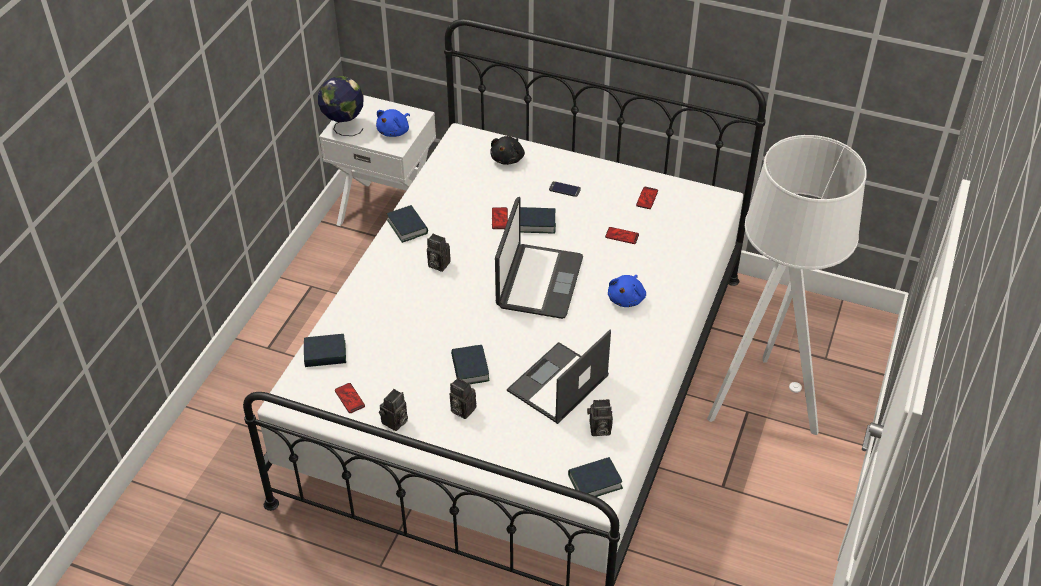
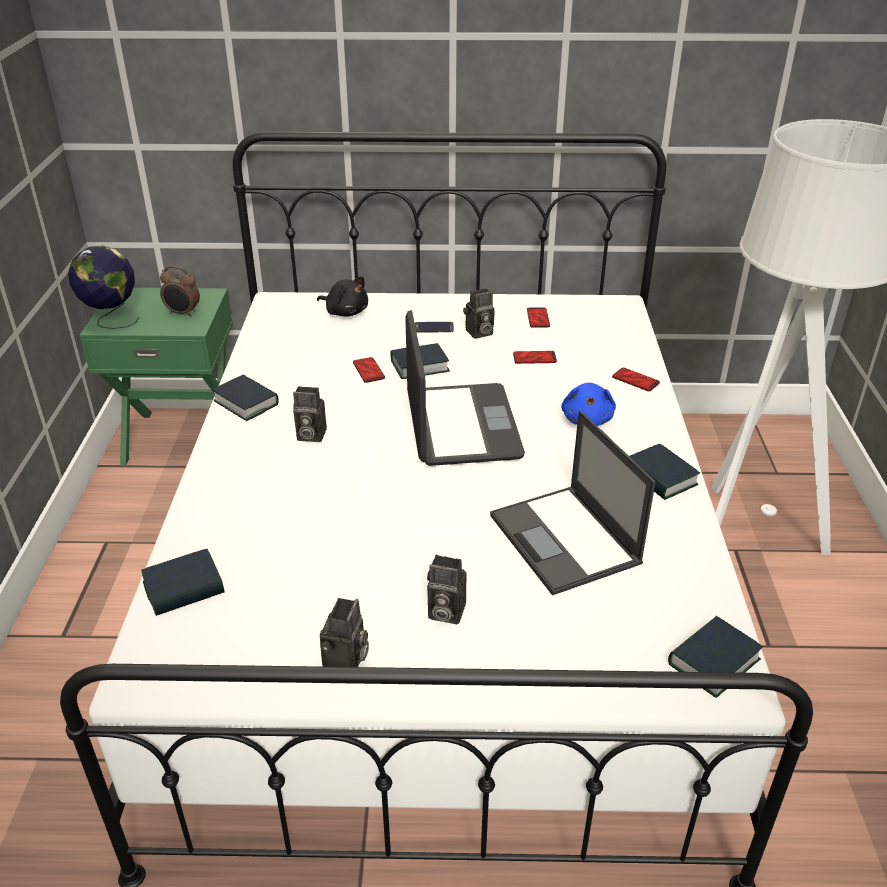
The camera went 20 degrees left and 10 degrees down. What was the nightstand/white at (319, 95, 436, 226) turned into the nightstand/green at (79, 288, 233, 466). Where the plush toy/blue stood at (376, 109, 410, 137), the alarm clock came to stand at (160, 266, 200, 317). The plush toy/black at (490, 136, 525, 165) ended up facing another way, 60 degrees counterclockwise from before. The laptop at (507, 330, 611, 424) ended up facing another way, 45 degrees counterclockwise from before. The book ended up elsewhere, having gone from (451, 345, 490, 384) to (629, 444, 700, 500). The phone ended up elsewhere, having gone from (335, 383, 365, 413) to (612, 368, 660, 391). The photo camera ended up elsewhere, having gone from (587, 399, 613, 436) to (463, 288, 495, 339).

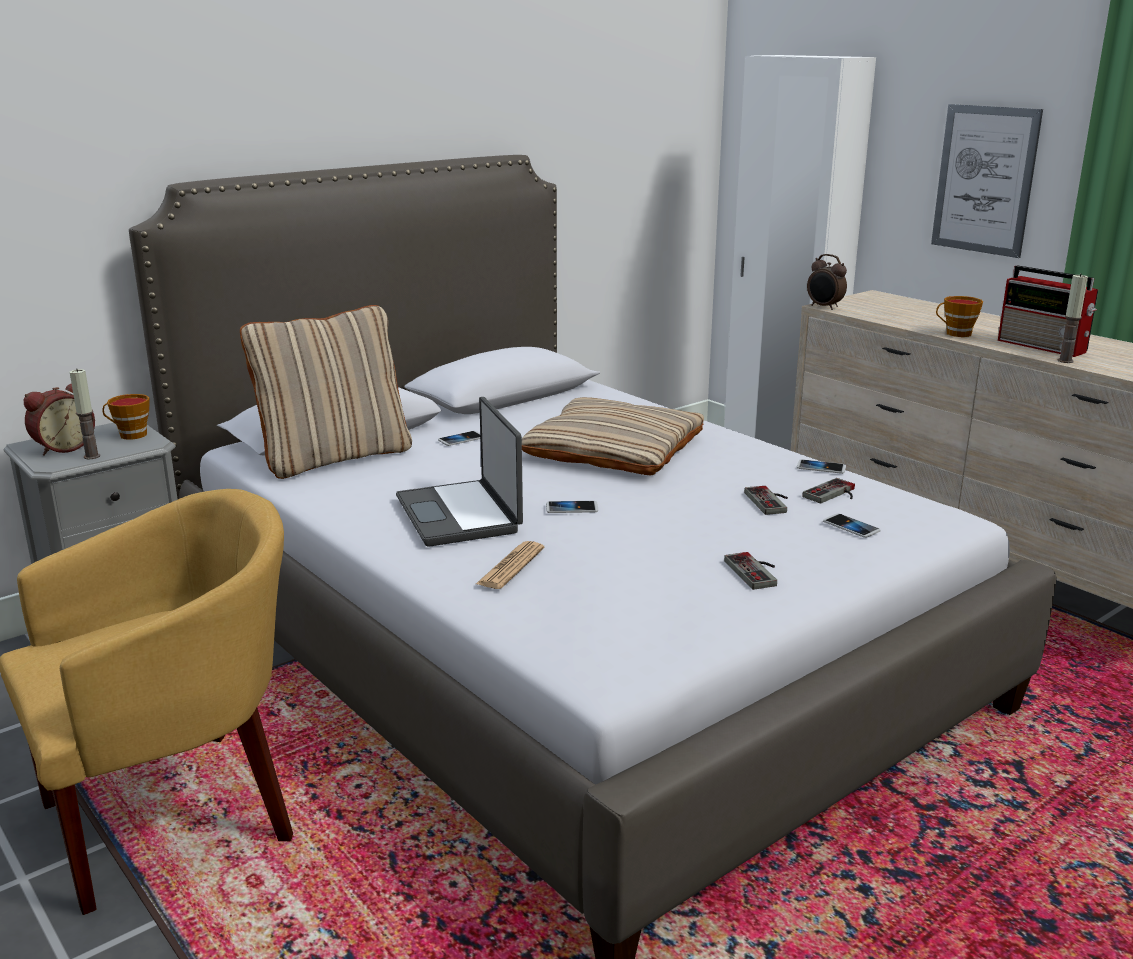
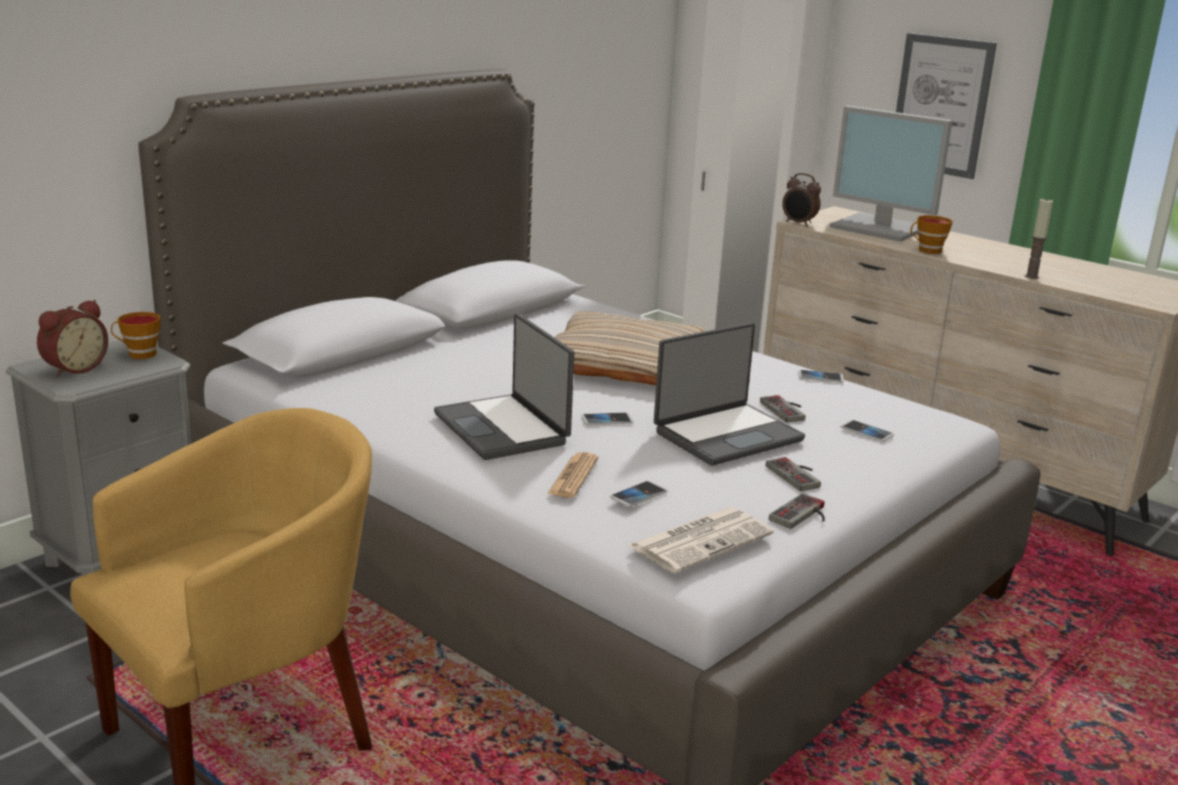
The camera went 10 degrees left and 0 degrees up. The second view lost the radio at (998, 265, 1098, 357). The second view lost the pillow/beige at (240, 305, 412, 479). The second view lost the candle at (70, 369, 100, 460). The phone ended up elsewhere, having gone from (438, 431, 480, 446) to (610, 481, 667, 507). The game controller ended up elsewhere, having gone from (802, 478, 855, 503) to (769, 493, 825, 529). The second view gained the monitor at (830, 105, 953, 242). The second view gained the laptop at (654, 323, 805, 465). The second view gained the newspaper at (629, 507, 774, 574).

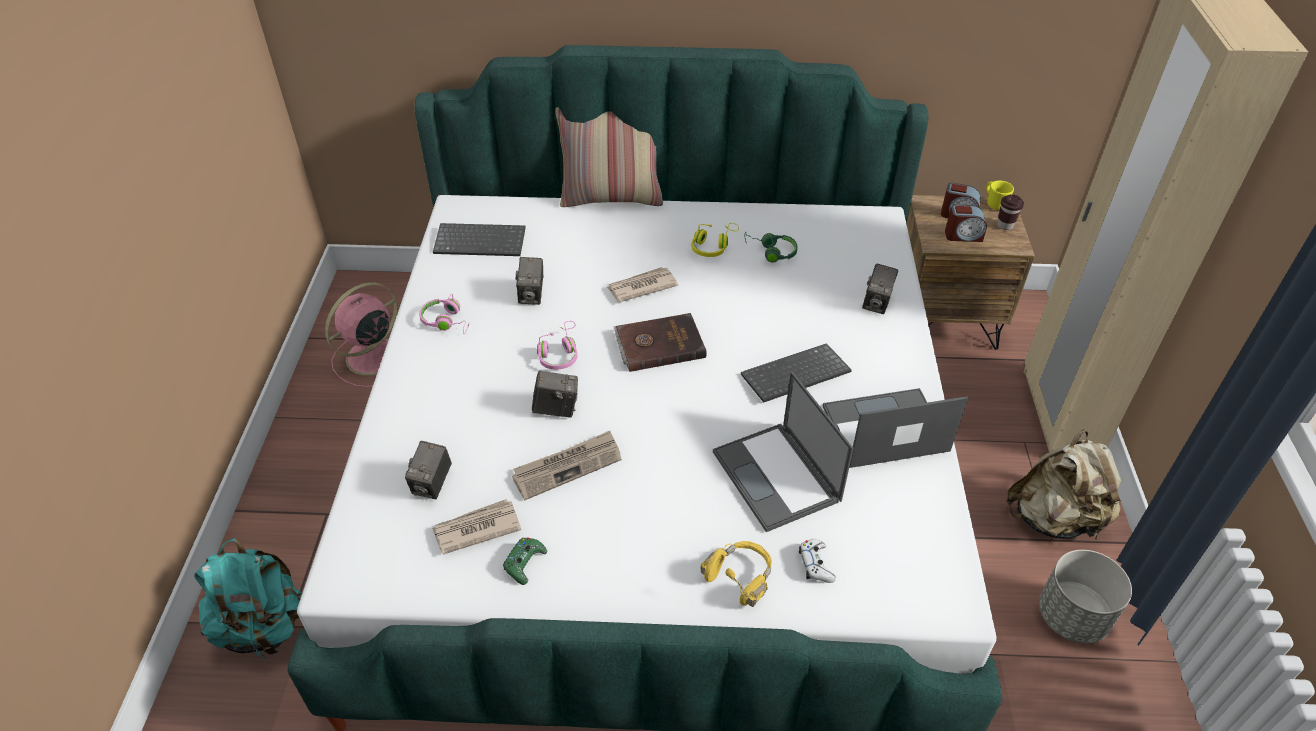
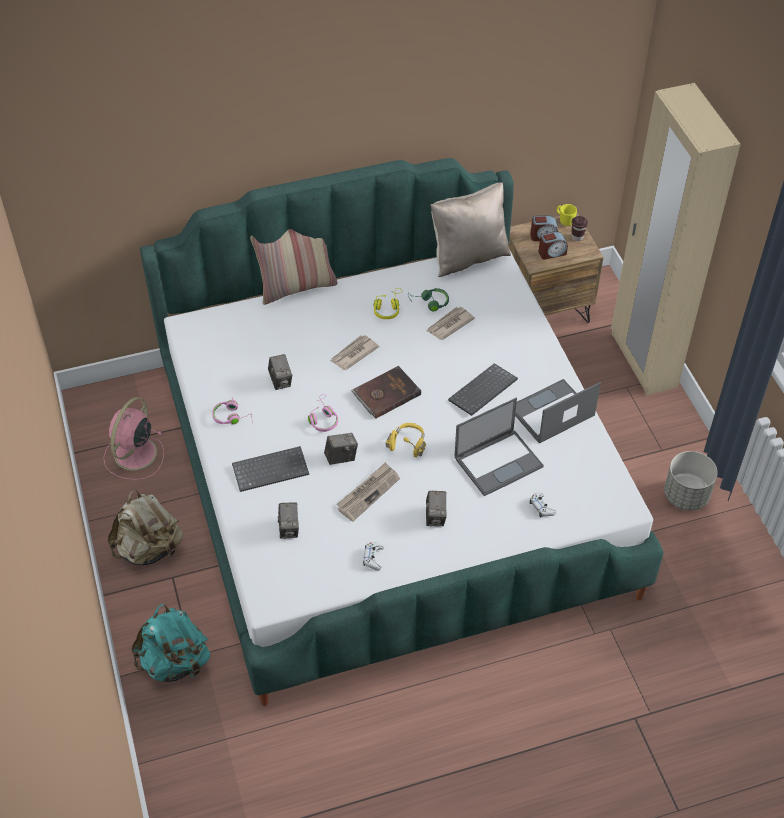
The camera went 20 degrees left and 5 degrees up. The keyboard ended up elsewhere, having gone from (433, 223, 526, 256) to (232, 446, 309, 492). The photo camera ended up elsewhere, having gone from (862, 263, 898, 314) to (426, 491, 447, 526). The laptop at (713, 372, 854, 532) ended up facing another way, 75 degrees counterclockwise from before. The backpack/beige ended up elsewhere, having gone from (1006, 429, 1121, 541) to (108, 490, 183, 565). The newspaper ended up elsewhere, having gone from (432, 499, 521, 555) to (427, 307, 475, 340). What was the game controller/green at (503, 537, 547, 585) turned into the game controller/white at (363, 542, 384, 571). The headphones/yellow ended up elsewhere, having gone from (700, 541, 772, 607) to (386, 423, 426, 457). The second view gained the pillow/beige at (431, 182, 511, 277).

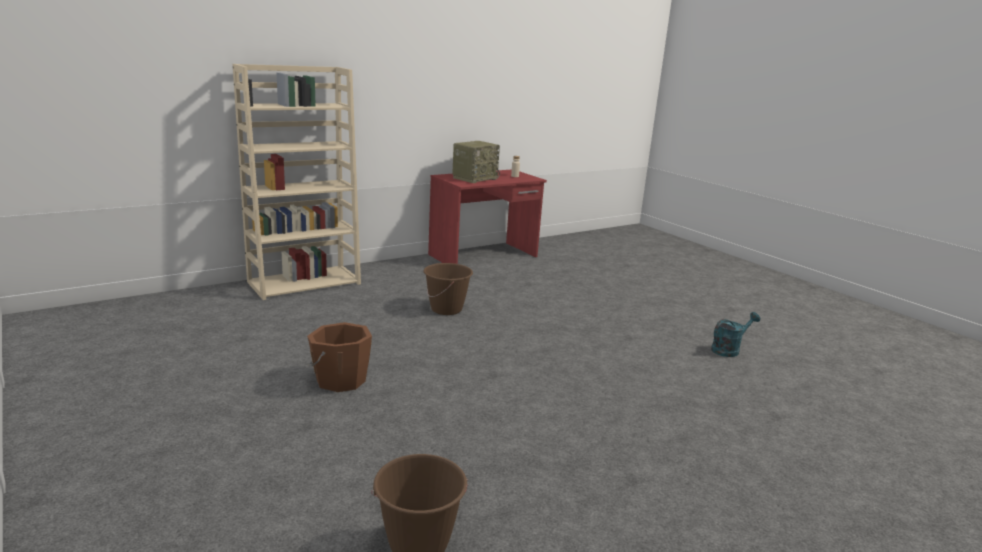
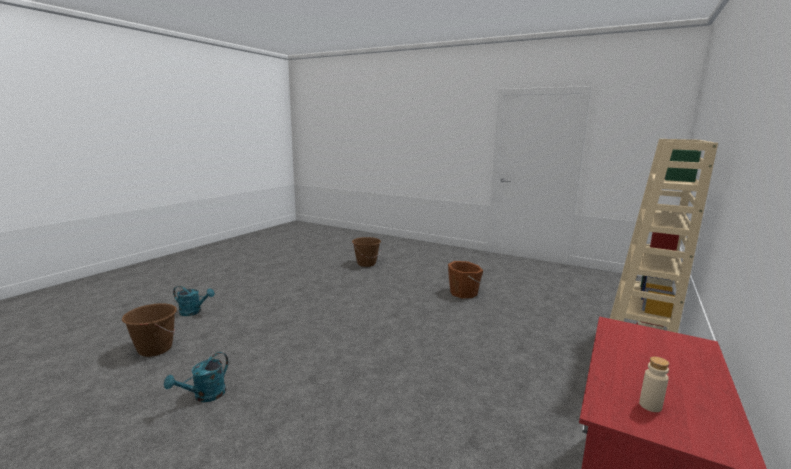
The camera went 155 degrees right and 5 degrees down. The second view lost the radio at (452, 141, 500, 183). The bucket/brown ended up elsewhere, having gone from (423, 263, 473, 315) to (122, 303, 177, 357). The second view gained the watering can/turquoise at (173, 286, 215, 316).

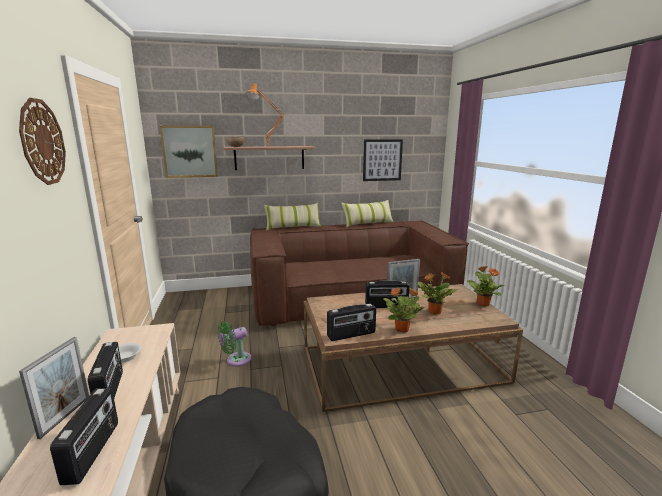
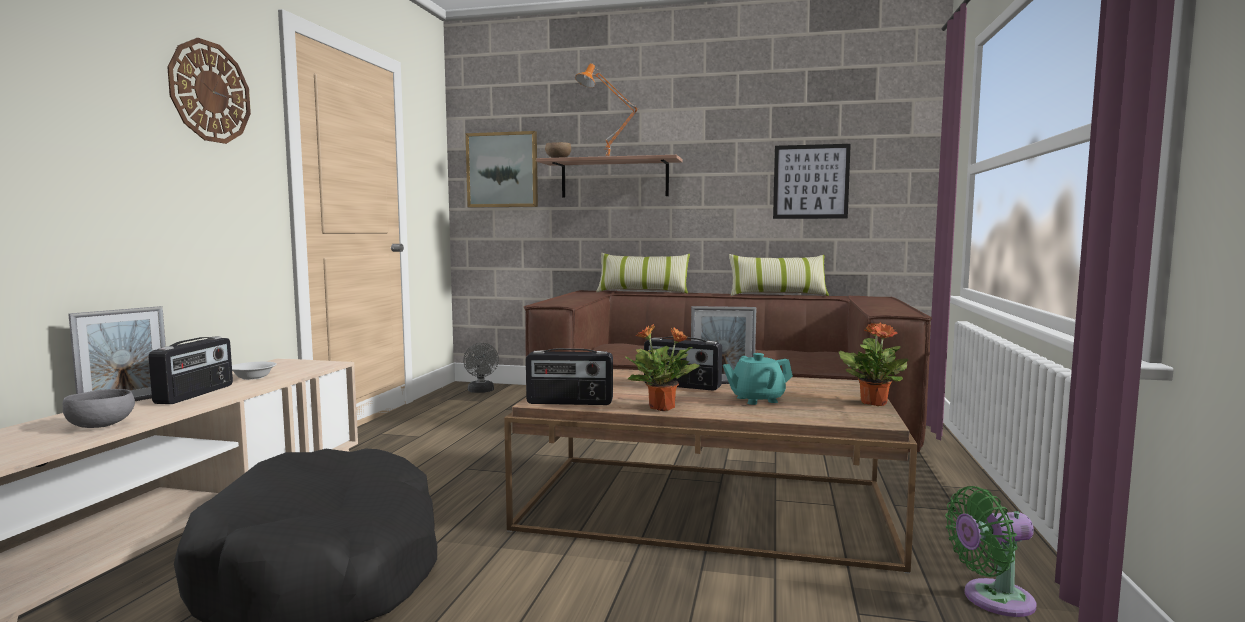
The camera went 25 degrees right and 10 degrees down. Where the potted plant stood at (418, 272, 457, 315), the teapot/turquoise came to stand at (723, 353, 793, 405). The fan/green ended up elsewhere, having gone from (218, 321, 252, 367) to (945, 486, 1036, 617). Where the radio stood at (50, 388, 118, 485), the bowl/grey came to stand at (62, 389, 135, 428). The second view gained the fan/grey at (463, 343, 499, 393).

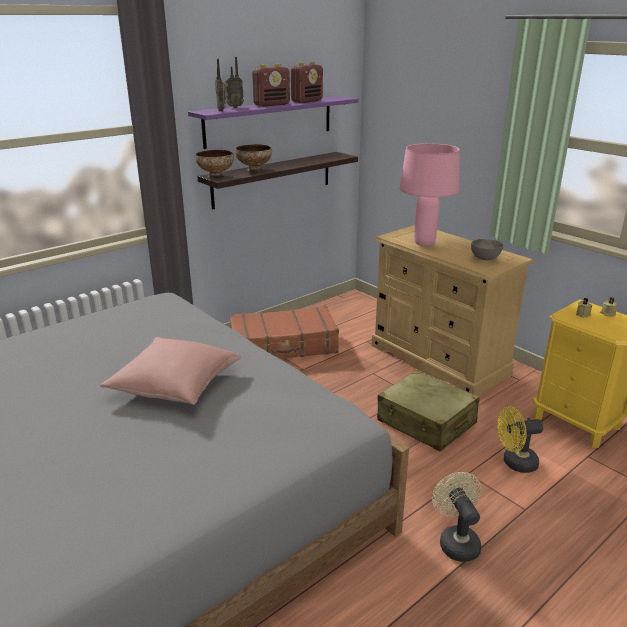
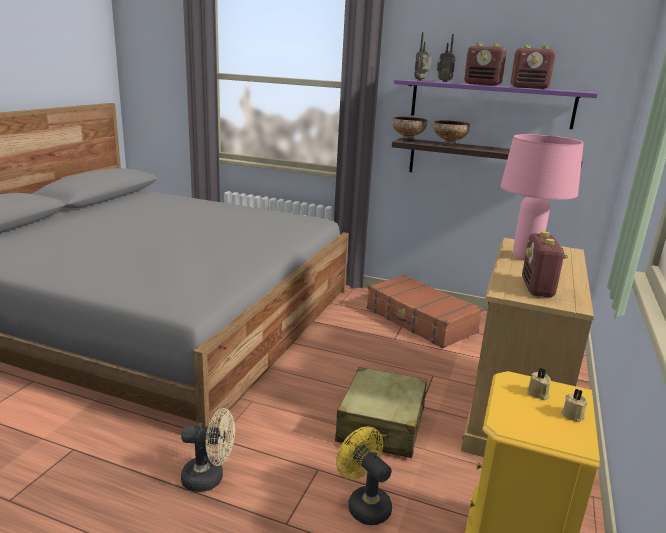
The camera went 60 degrees right and 5 degrees down. Where the bowl/grey stood at (471, 239, 503, 260), the radio came to stand at (522, 231, 568, 297). The second view lost the pillow/pink at (100, 337, 242, 405). The fan/beige at (432, 472, 482, 562) ended up facing another way, 45 degrees clockwise from before.

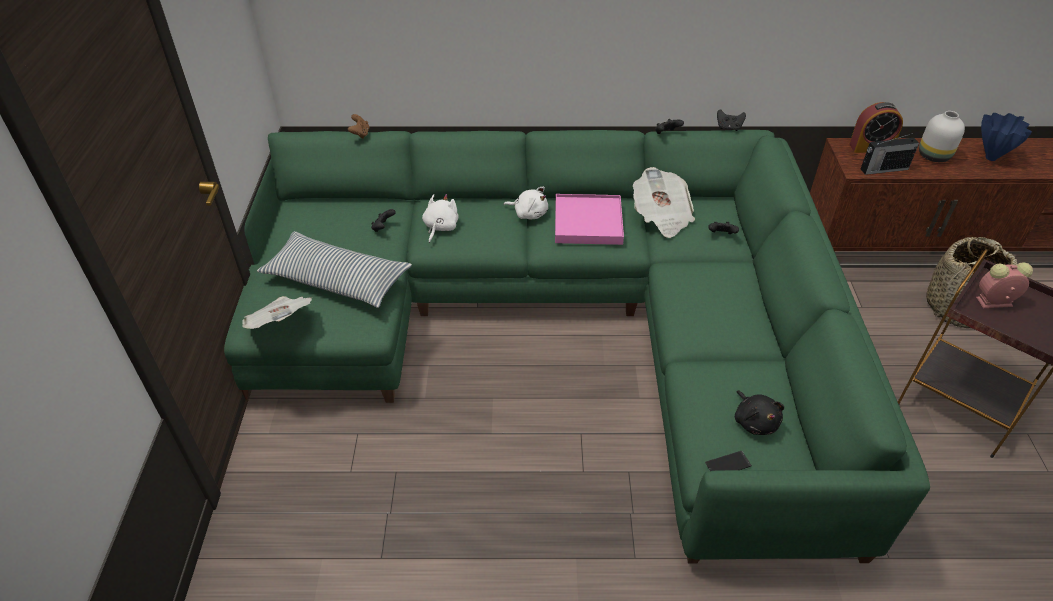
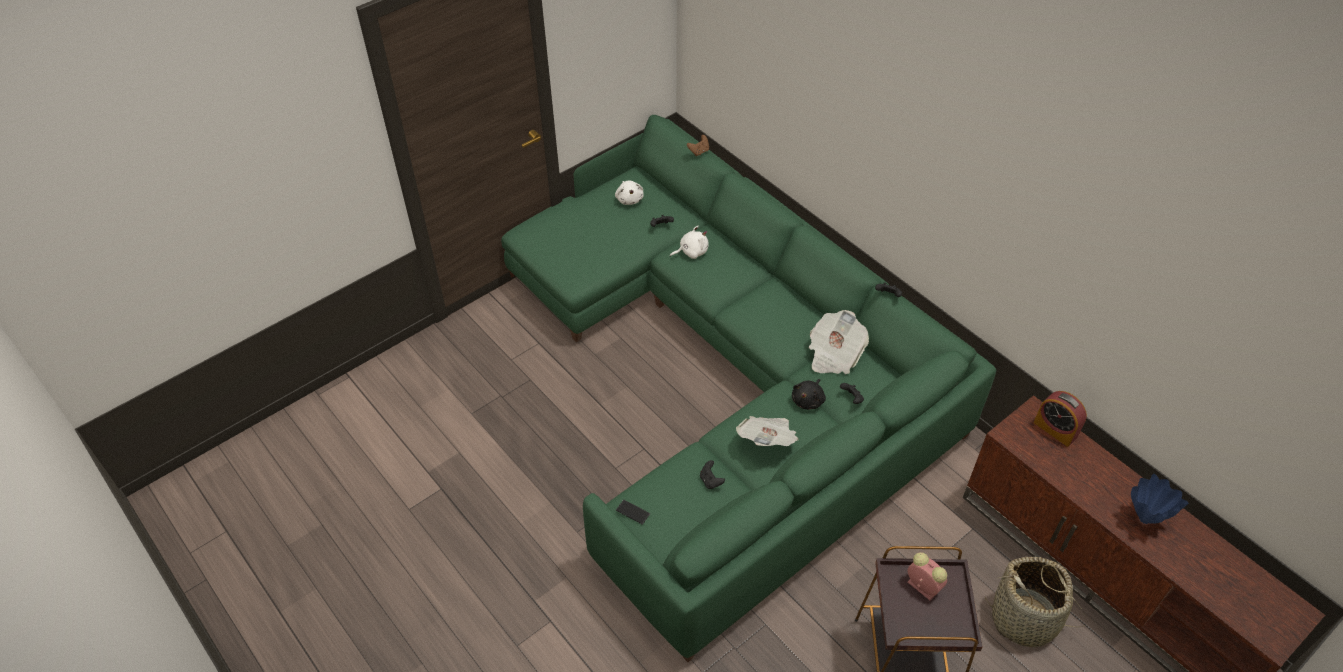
The camera went 50 degrees right and 5 degrees up. The game controller/black ended up elsewhere, having gone from (717, 109, 746, 131) to (700, 460, 725, 489). The second view lost the vase/white at (919, 111, 965, 162). The second view lost the radio at (861, 133, 919, 175). The plush toy/white ended up elsewhere, having gone from (503, 187, 548, 219) to (615, 181, 644, 205). The second view lost the tray/pink at (555, 194, 624, 245). The second view lost the pillow at (257, 231, 412, 308). The newspaper ended up elsewhere, having gone from (242, 296, 312, 329) to (736, 416, 799, 446). The plush toy/black ended up elsewhere, having gone from (735, 390, 784, 435) to (792, 379, 826, 410).

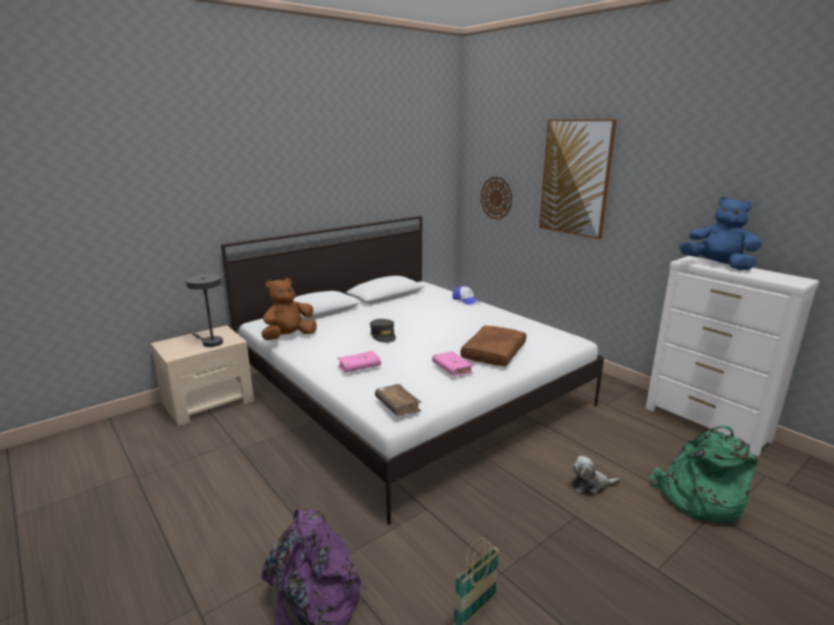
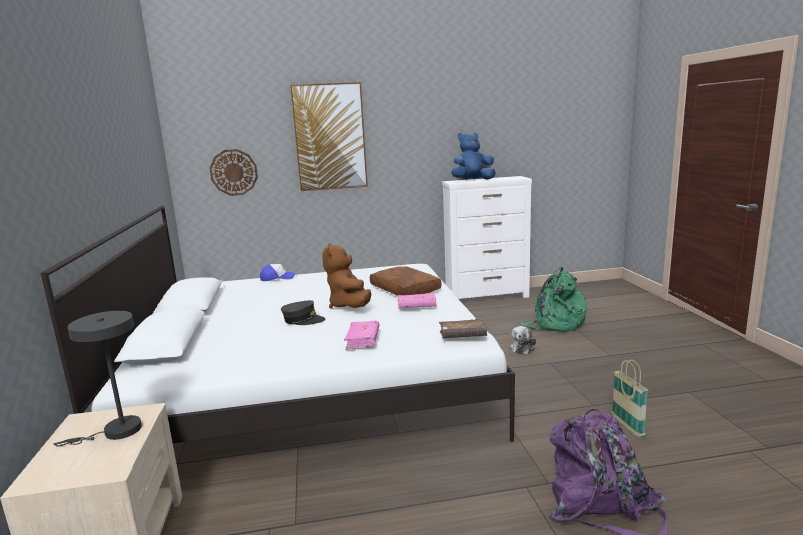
The camera went 60 degrees left and 5 degrees down. The plush toy/brown ended up elsewhere, having gone from (261, 278, 317, 340) to (322, 243, 371, 309).

